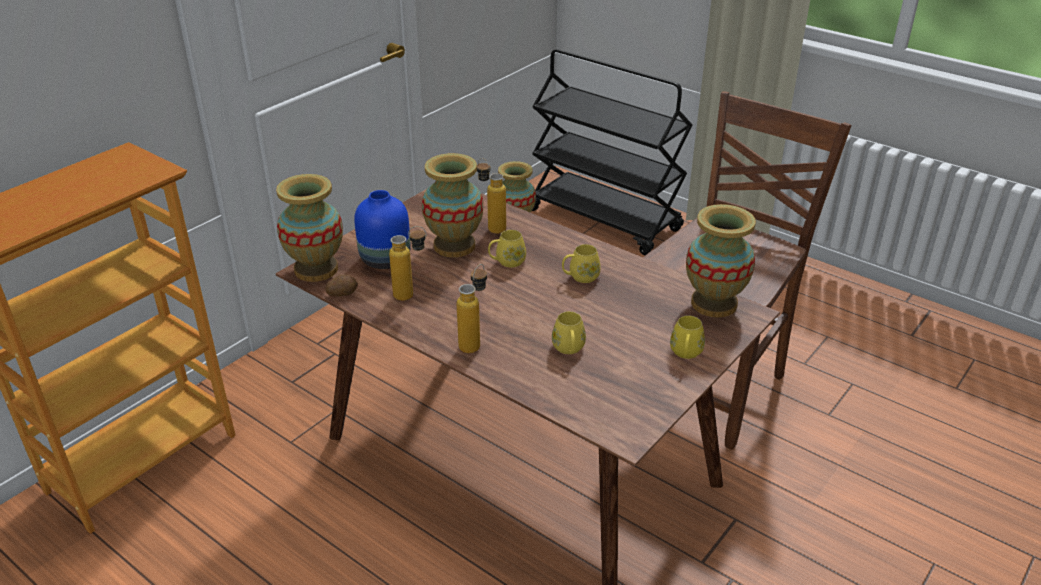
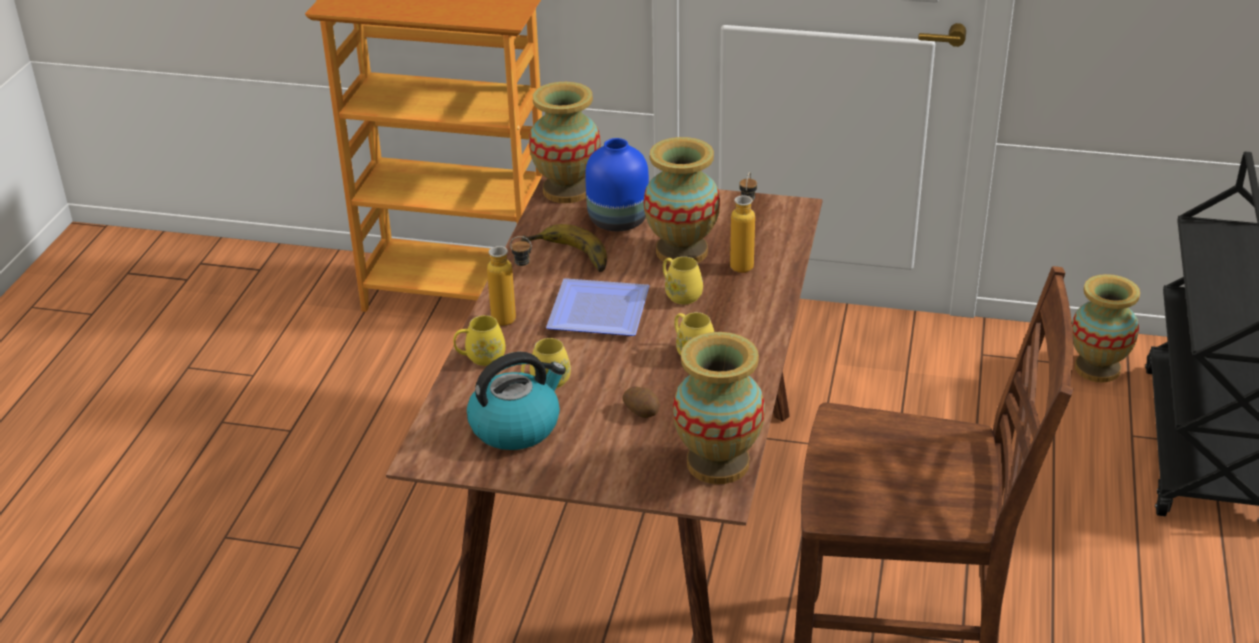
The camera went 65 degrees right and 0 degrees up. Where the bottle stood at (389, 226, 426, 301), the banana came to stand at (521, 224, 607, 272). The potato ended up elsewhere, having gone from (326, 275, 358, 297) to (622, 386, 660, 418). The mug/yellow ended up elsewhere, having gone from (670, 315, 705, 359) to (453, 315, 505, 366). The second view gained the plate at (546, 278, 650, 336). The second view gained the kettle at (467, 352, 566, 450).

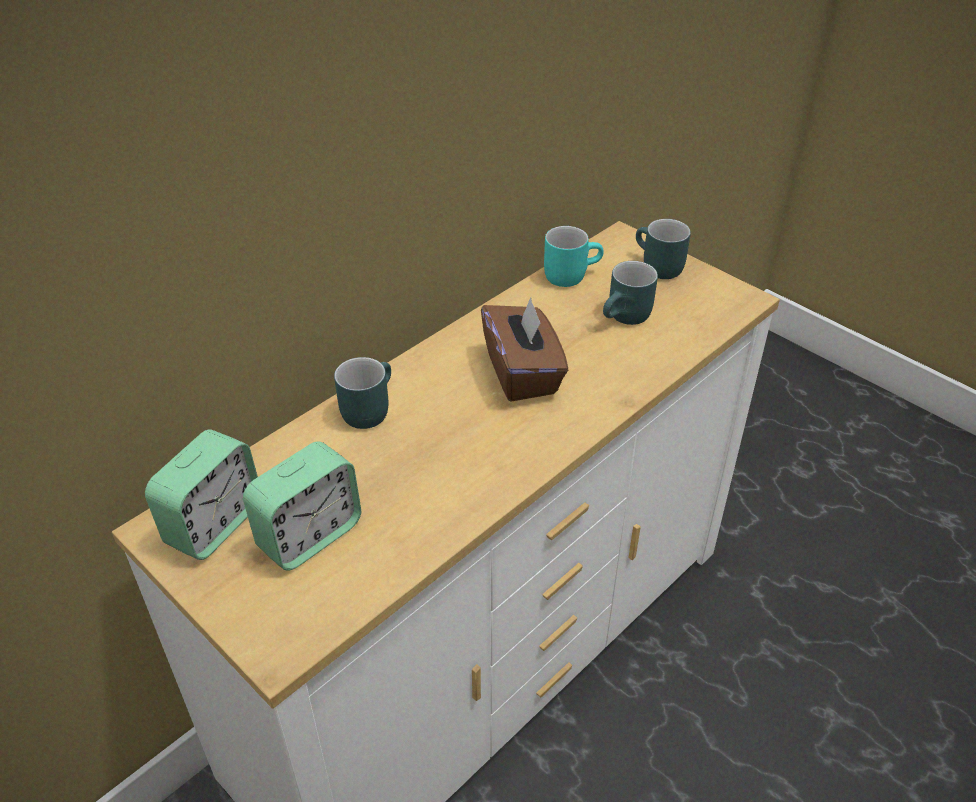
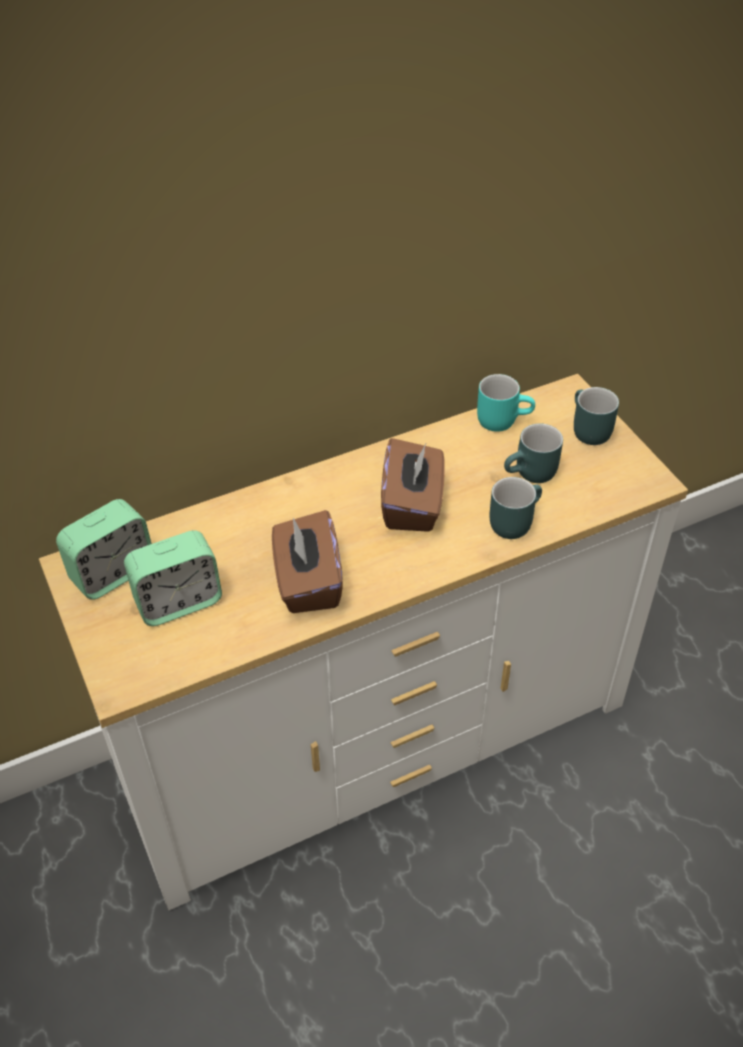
The camera went 20 degrees right and 5 degrees up. The mug/turquoise ended up elsewhere, having gone from (334, 357, 391, 429) to (489, 477, 542, 539). The second view gained the tissue box/brown at (272, 510, 343, 613).

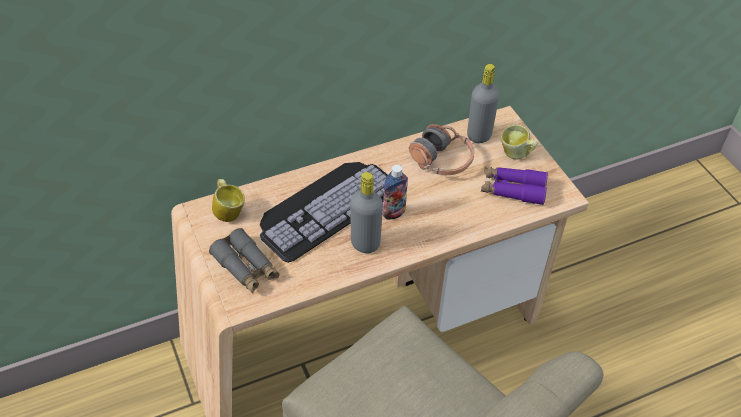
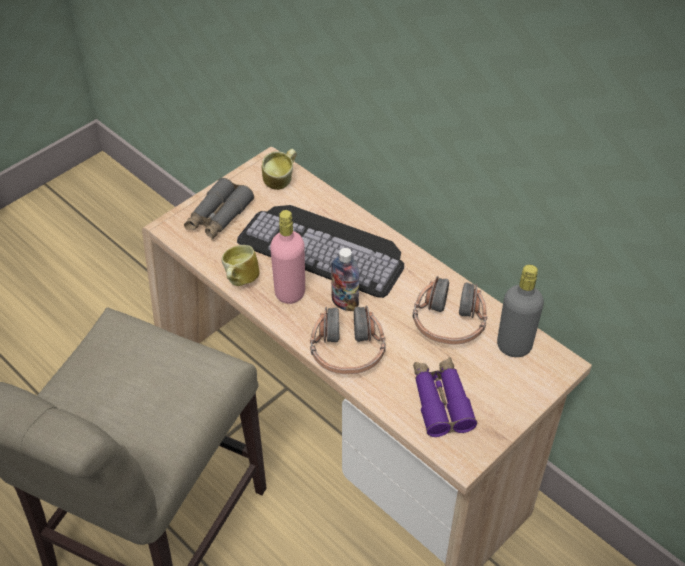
The camera went 70 degrees right and 0 degrees up. The mug ended up elsewhere, having gone from (501, 124, 538, 159) to (222, 245, 260, 286). What was the bottle/grey at (350, 172, 383, 253) turned into the bottle/pink at (270, 210, 305, 304). The second view gained the headphones at (310, 306, 386, 374).

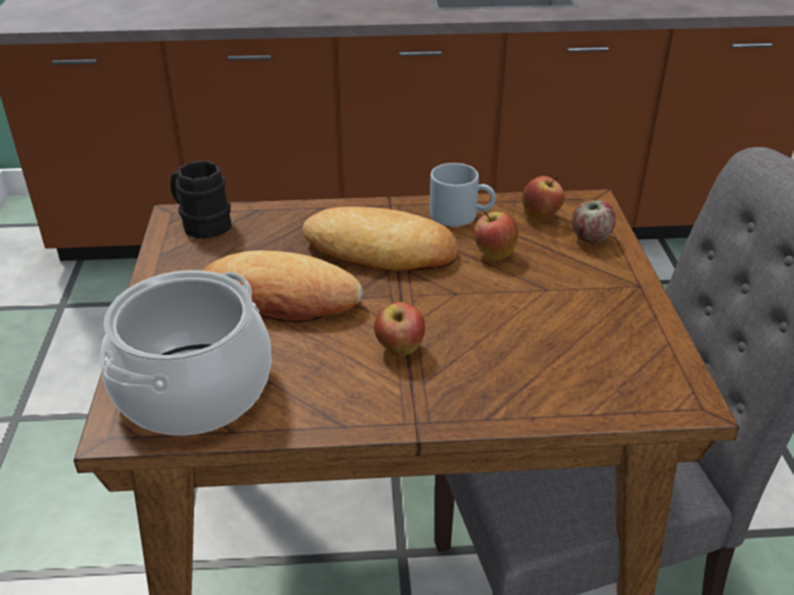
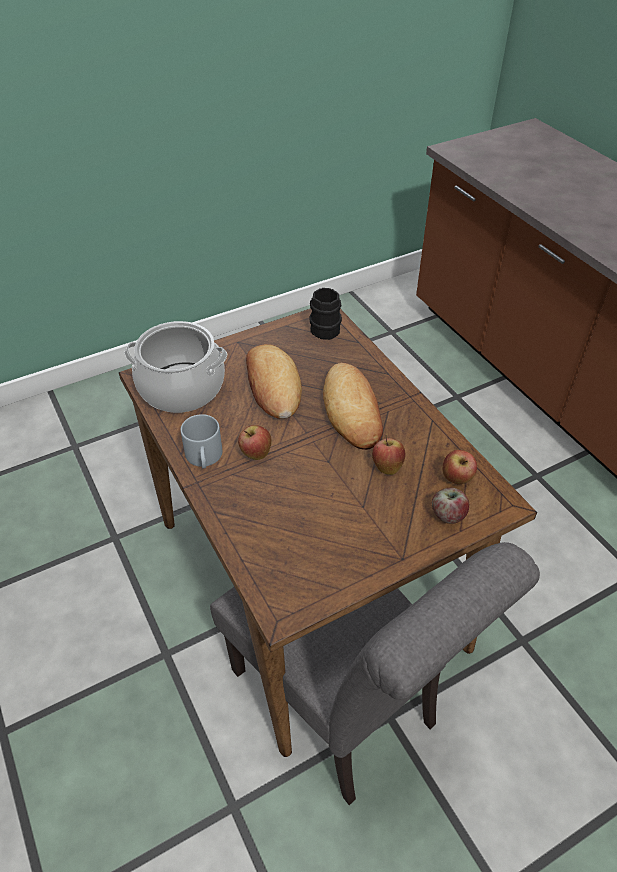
The camera went 65 degrees right and 10 degrees up. The mug/grey ended up elsewhere, having gone from (430, 163, 496, 226) to (181, 414, 222, 469).

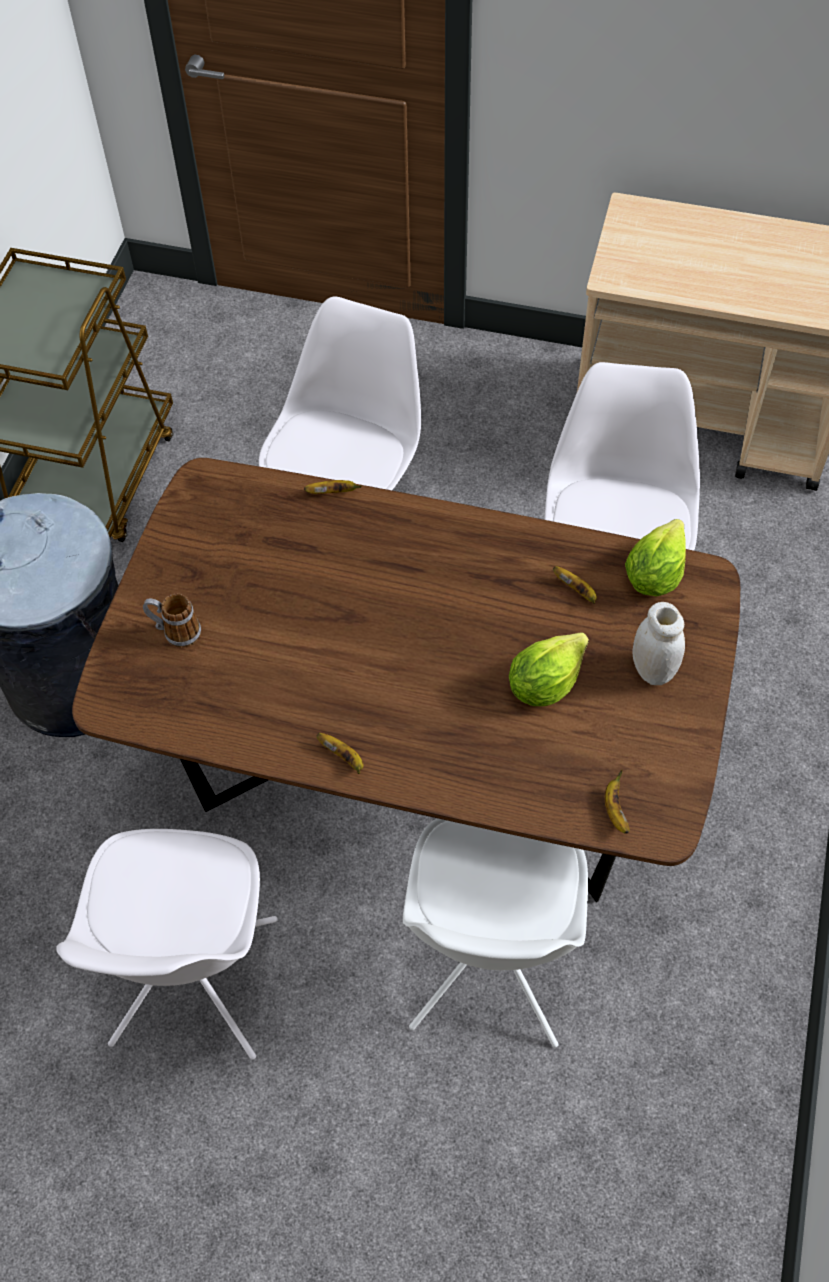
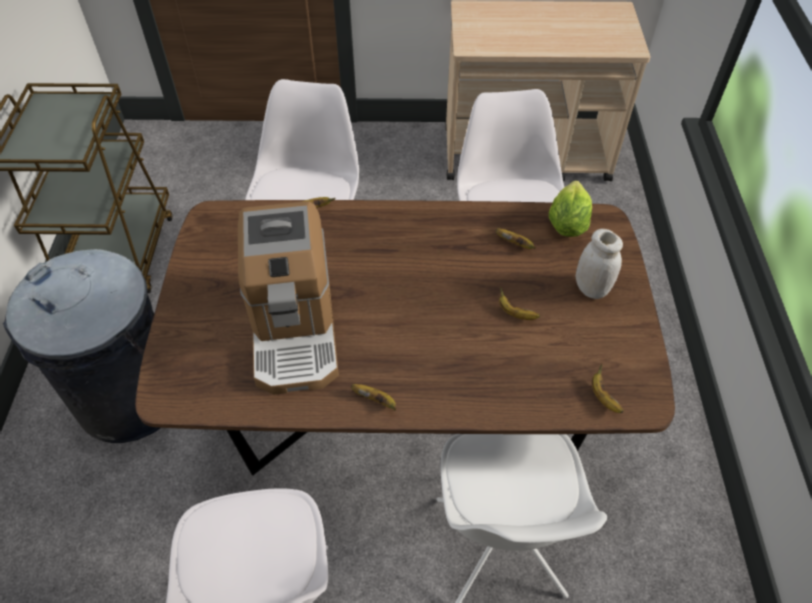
The camera went 15 degrees left and 5 degrees down. The second view lost the mug at (143, 593, 201, 648). Where the lettuce stood at (509, 632, 589, 706), the banana came to stand at (499, 287, 540, 320). The second view gained the coffee machine at (238, 201, 339, 395).

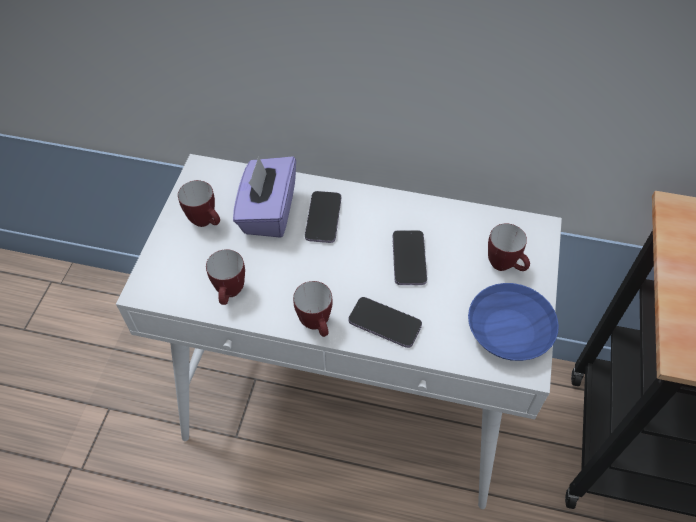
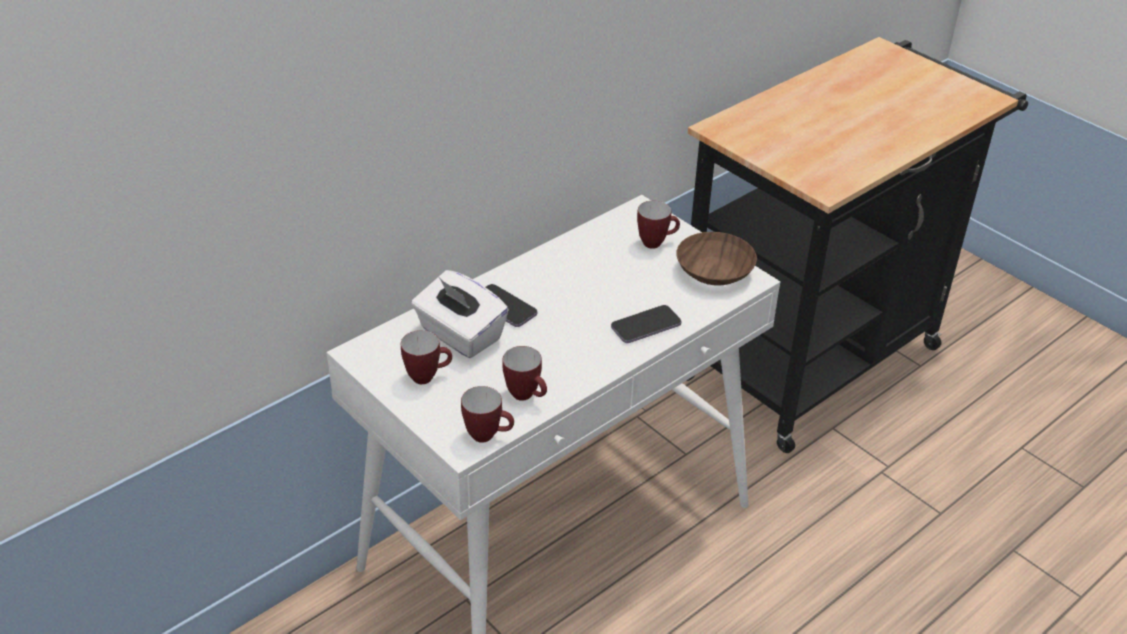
The camera went 55 degrees left and 15 degrees down. What was the tissue box/purple at (233, 156, 296, 238) turned into the tissue box/white at (411, 270, 509, 358). The second view lost the phone at (393, 230, 427, 285). The mug ended up elsewhere, having gone from (293, 281, 333, 337) to (461, 386, 514, 443). What was the bowl/blue at (468, 283, 559, 361) turned into the bowl/brown at (676, 232, 757, 286).

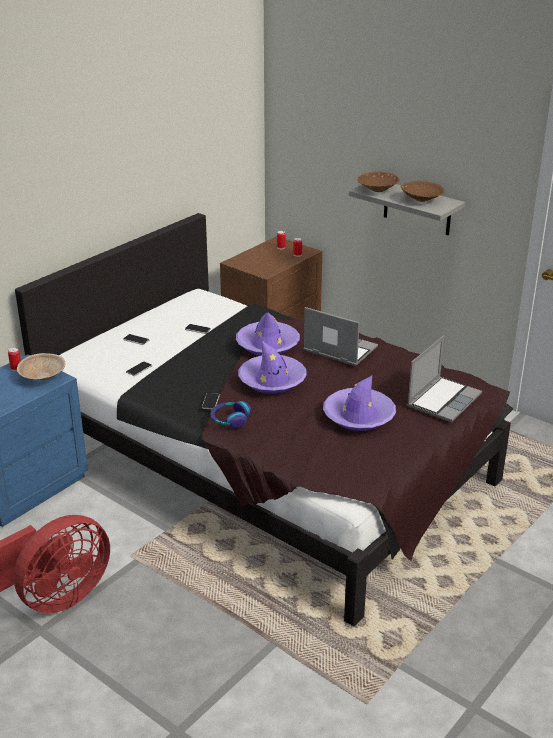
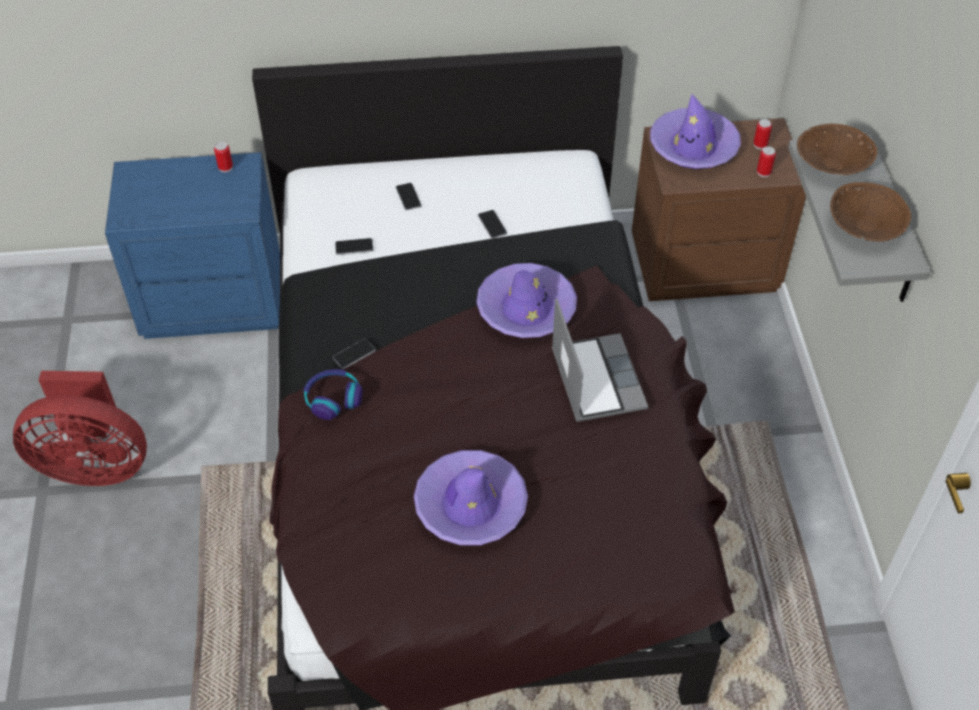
The camera went 45 degrees right and 20 degrees up. The second view lost the laptop at (407, 335, 482, 422). The hat/purple ended up elsewhere, having gone from (238, 341, 307, 394) to (650, 94, 741, 169). The second view lost the bowl/beige at (17, 353, 65, 380).

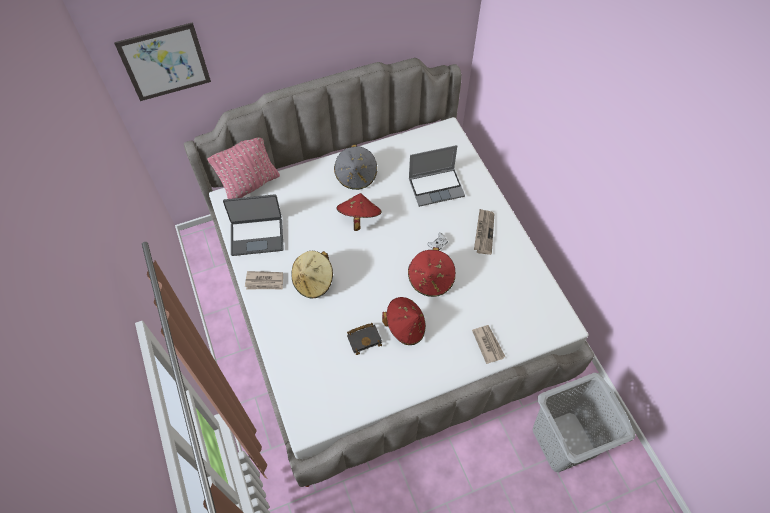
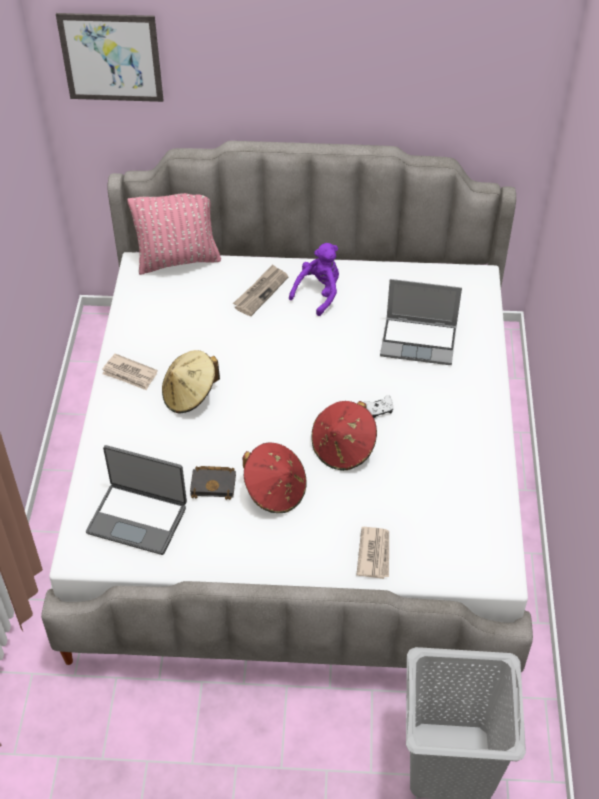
The camera went 25 degrees right and 10 degrees down. Where the hat/grey stood at (334, 145, 377, 190), the plush toy/purple came to stand at (289, 243, 339, 316). The second view lost the hat/red at (337, 193, 382, 231). The laptop ended up elsewhere, having gone from (223, 194, 284, 256) to (86, 445, 187, 555). The newspaper ended up elsewhere, having gone from (474, 209, 494, 255) to (233, 264, 289, 316).

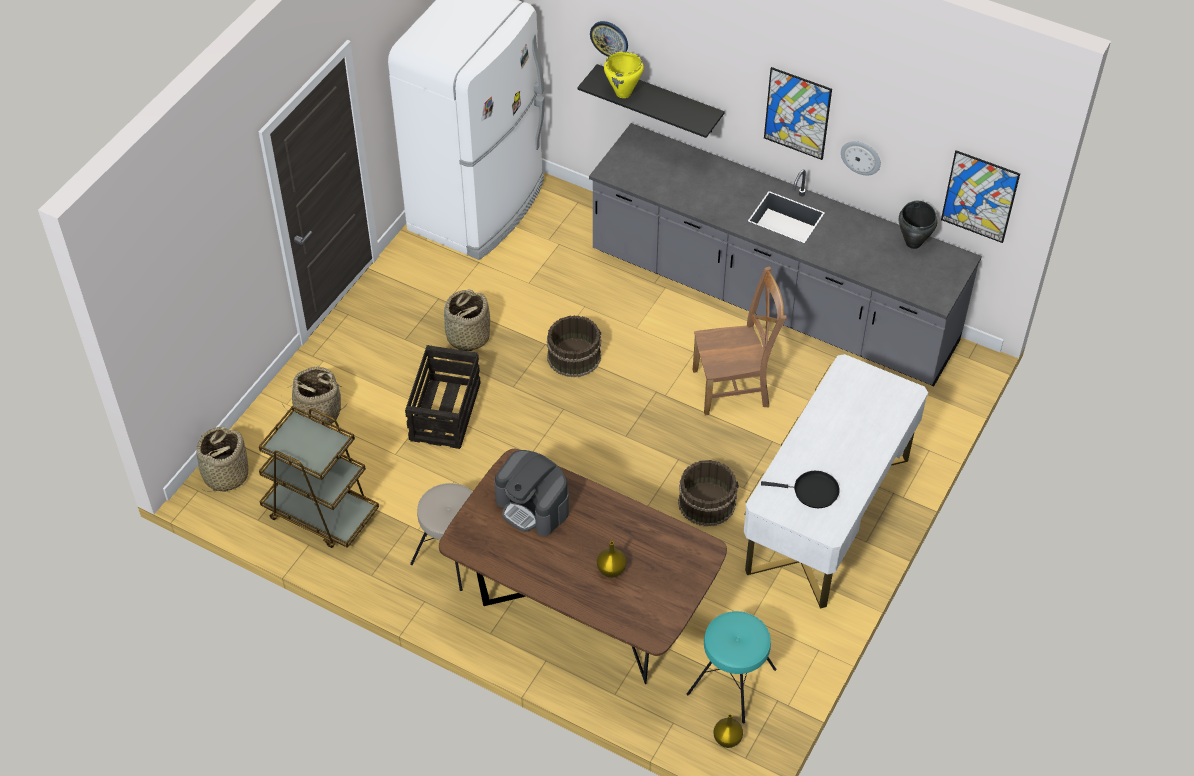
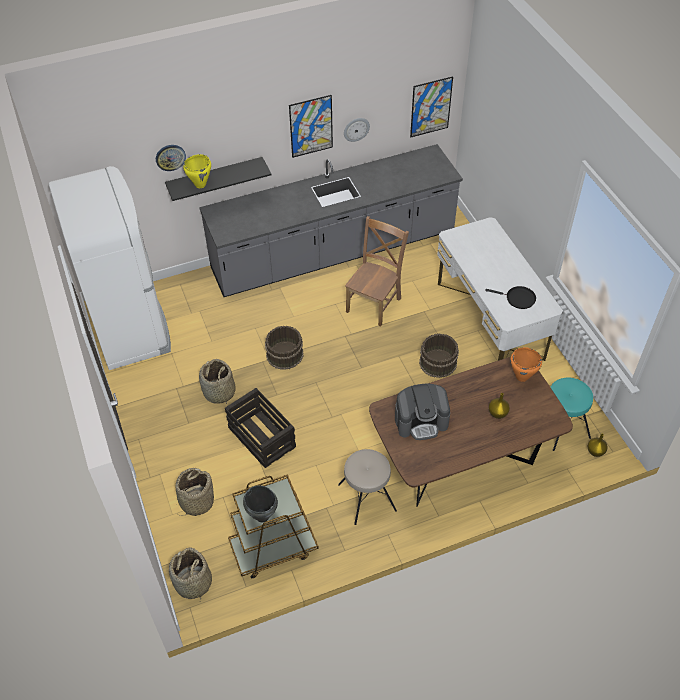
The camera went 50 degrees left and 0 degrees up. The cooking pot/black ended up elsewhere, having gone from (899, 201, 938, 249) to (243, 485, 278, 522). The frying pan/black at (761, 471, 840, 508) ended up facing another way, 60 degrees clockwise from before. The second view gained the cooking pot/orange at (510, 347, 542, 382).

